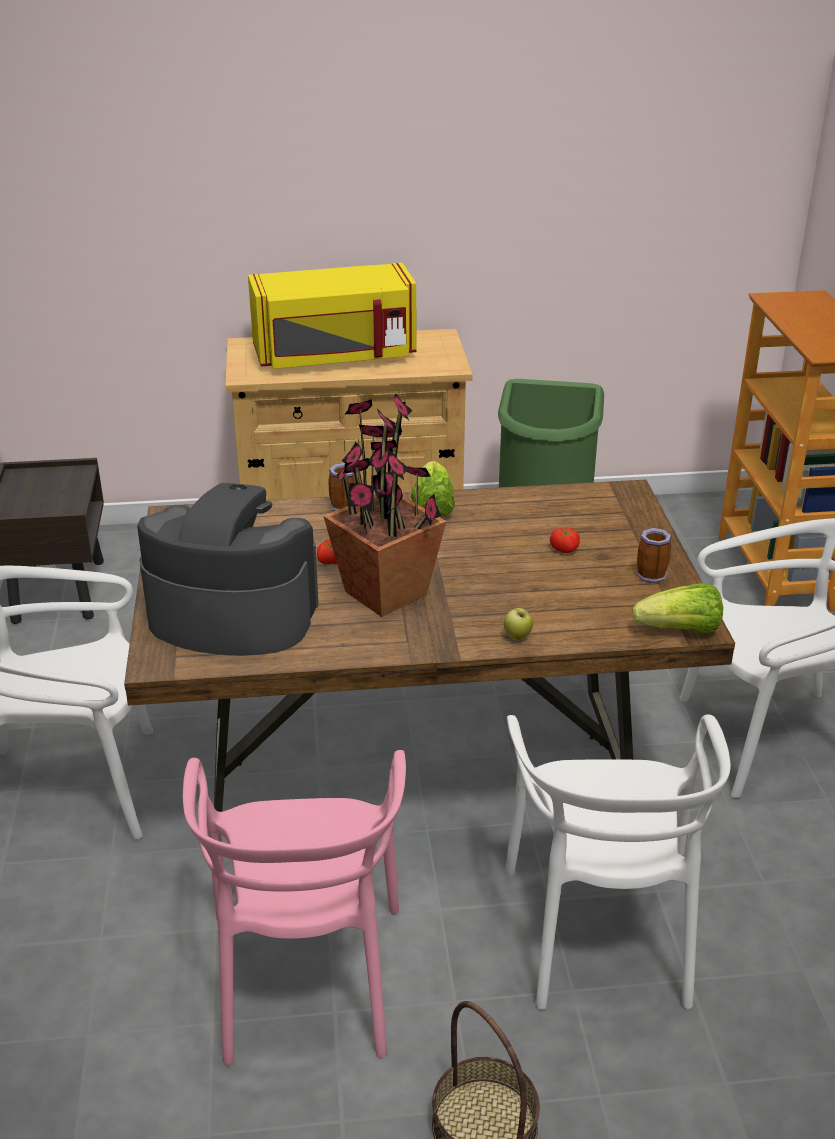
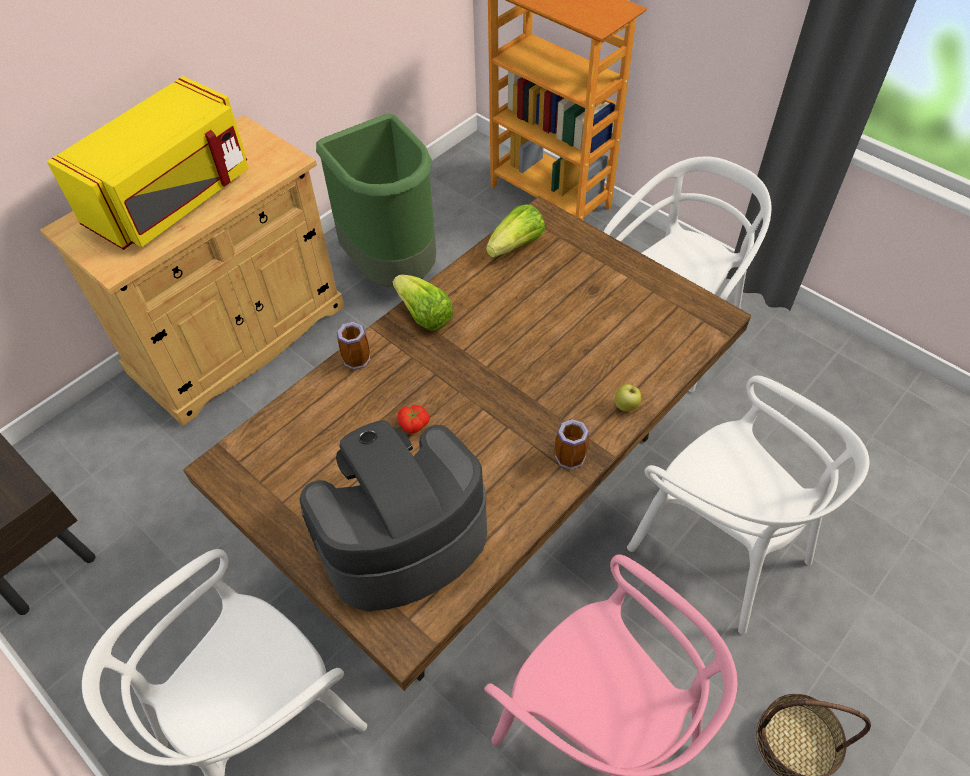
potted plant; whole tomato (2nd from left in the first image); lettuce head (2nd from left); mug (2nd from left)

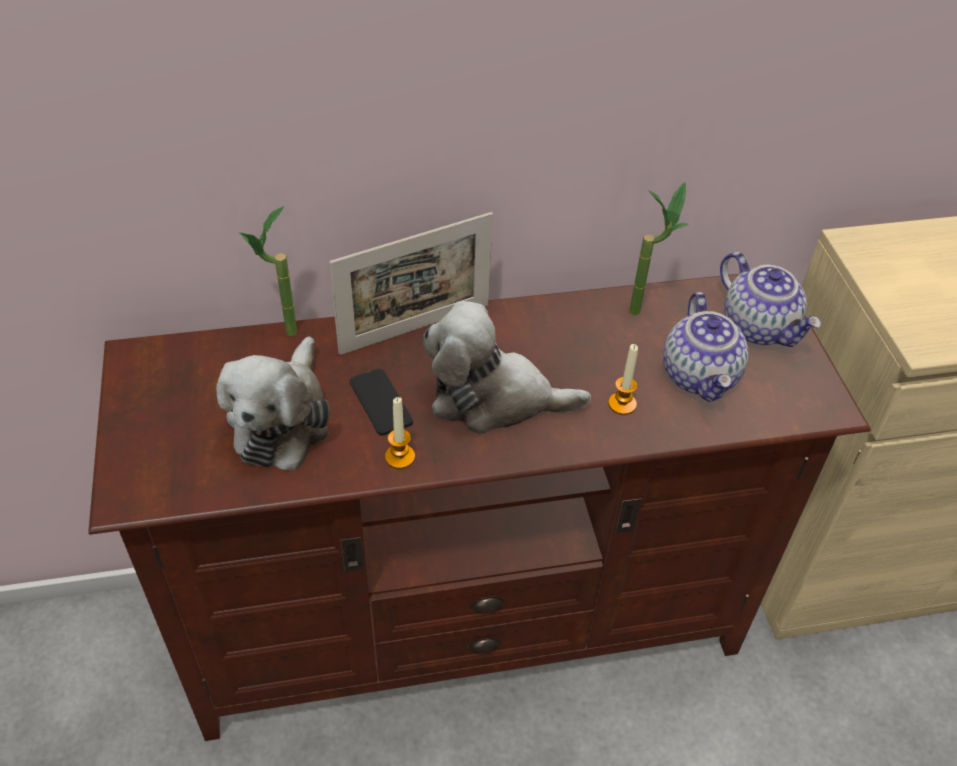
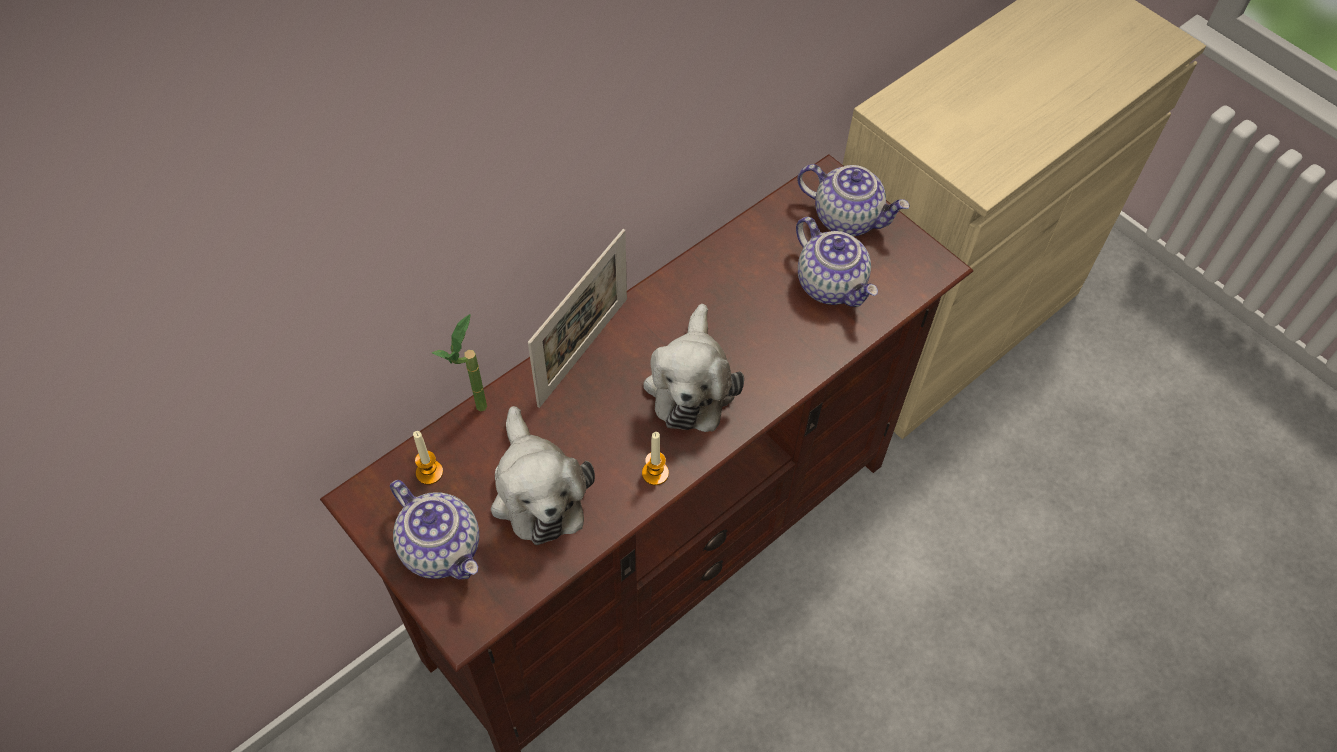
phone; plush toy (2nd from left); candle (1st from left); potted plant (2nd from left in the first image); teapot (1st from left)

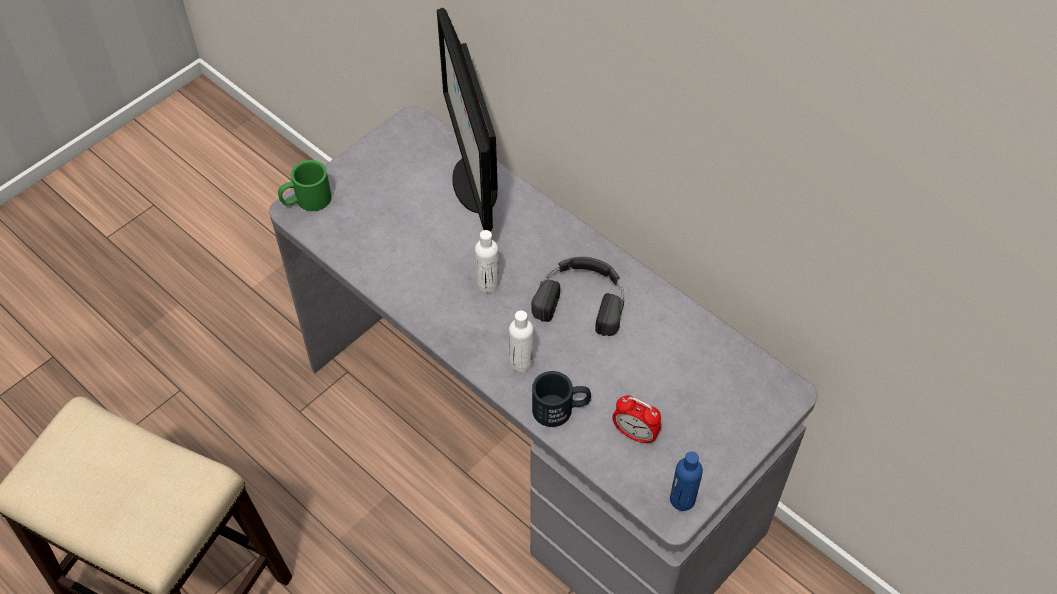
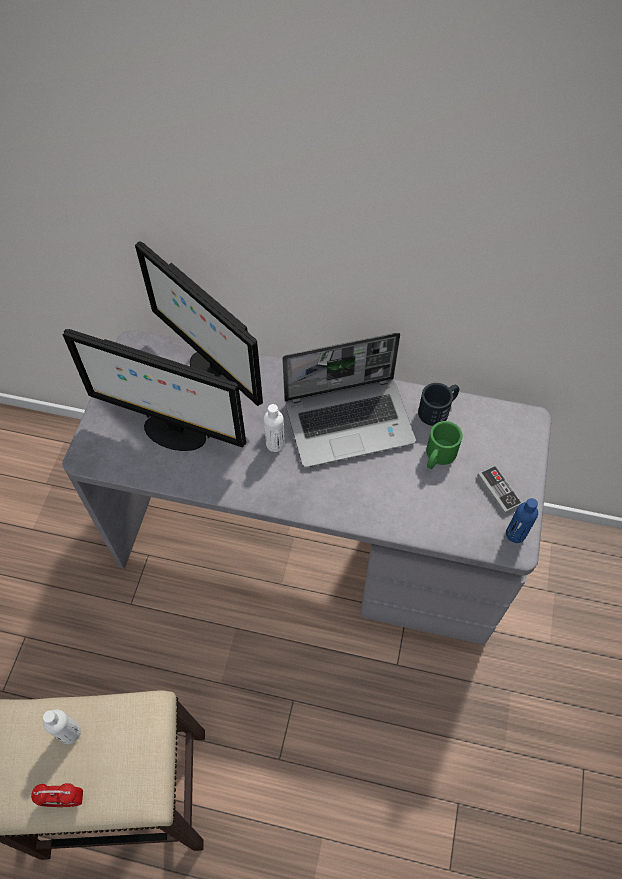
mug in green; beverage bottle in white-coloured (1st from left); notebook computer; mug in black; alarm clock; monitor (1st from left); gamepad

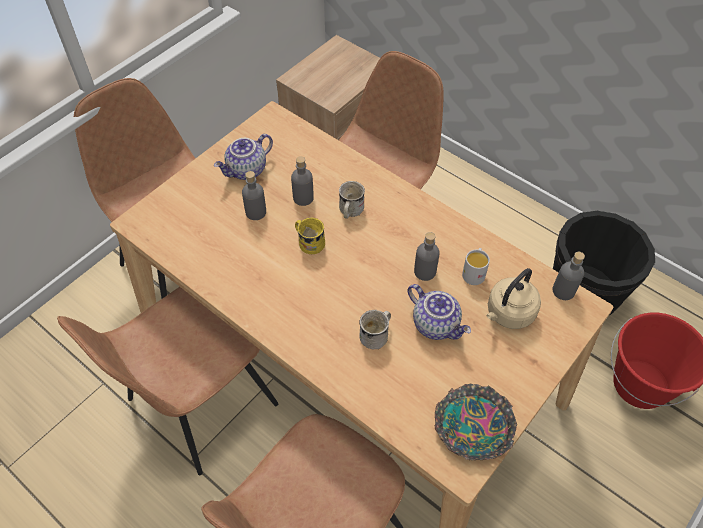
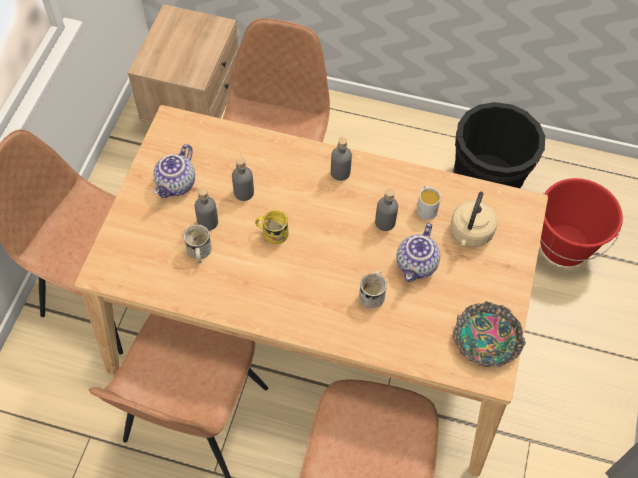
mug in white-coloured (1st from left); teapot (2nd from left); beverage bottle in greyish (3rd from left)

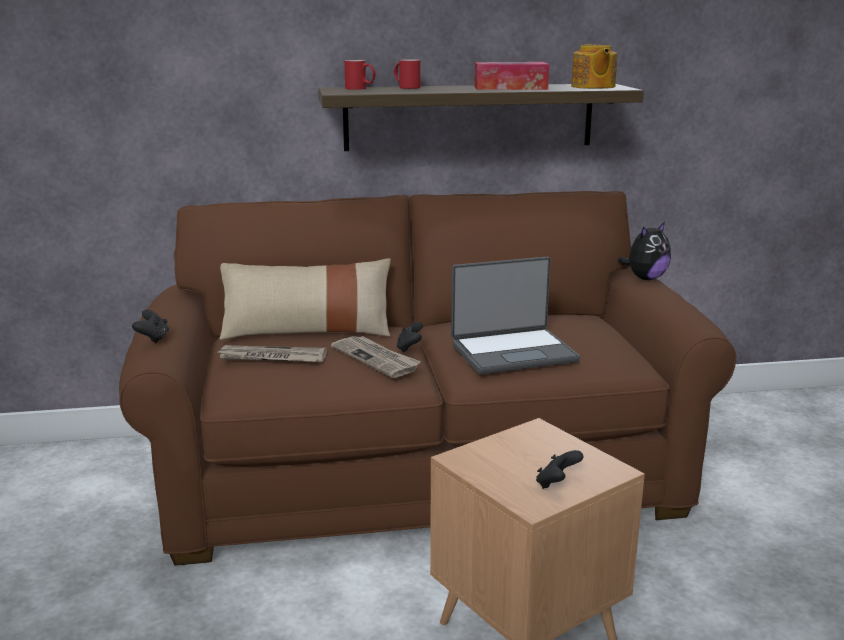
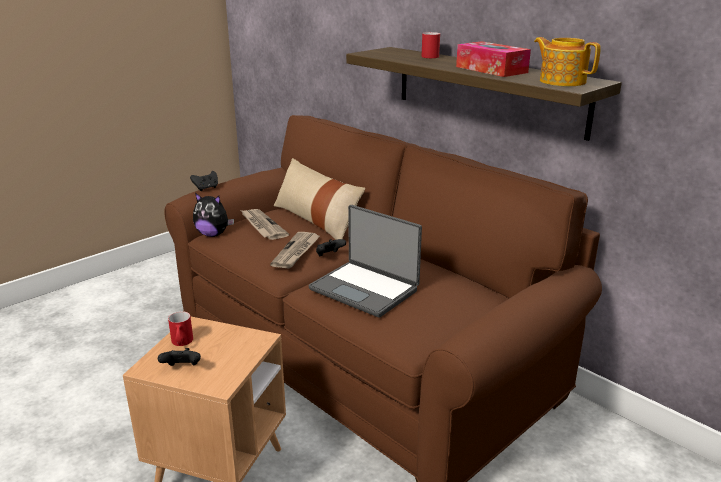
mug in reddish (1st from left); teapot; plush toy

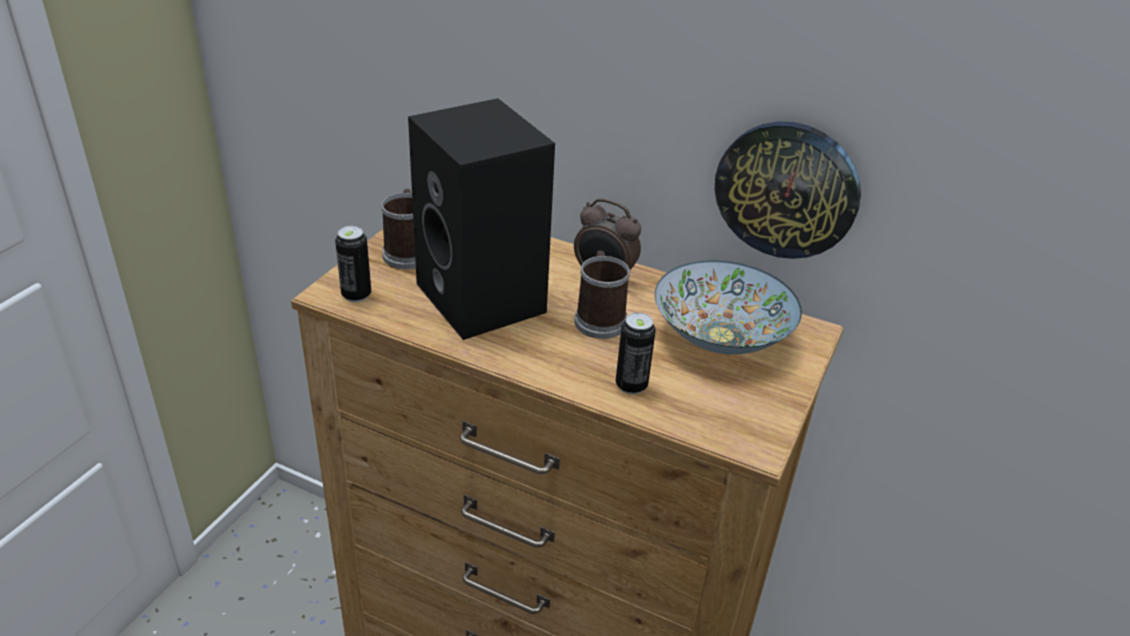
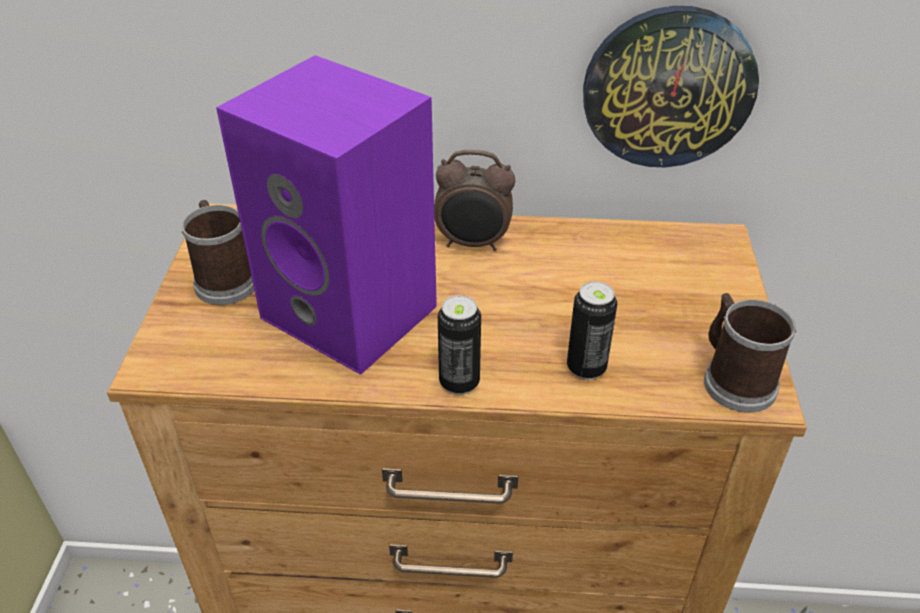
metal can (1st from left); loudspeaker in purple; mug (2nd from left); bowl

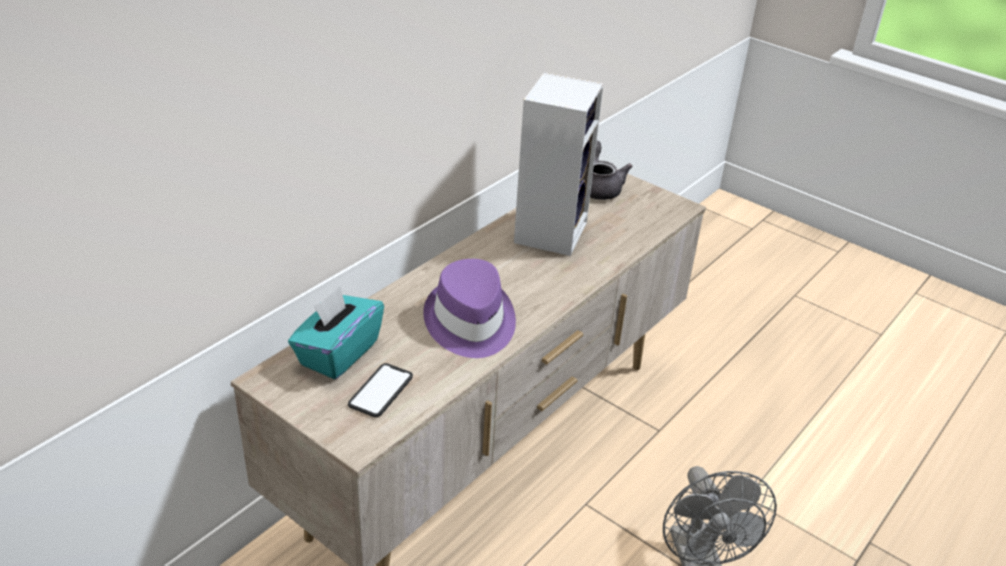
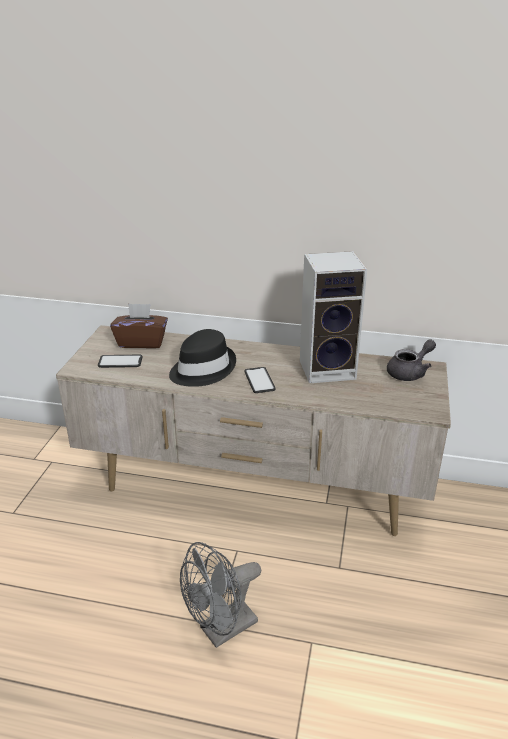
box of tissues in brown; clothing hat in black; phone (2nd from left)

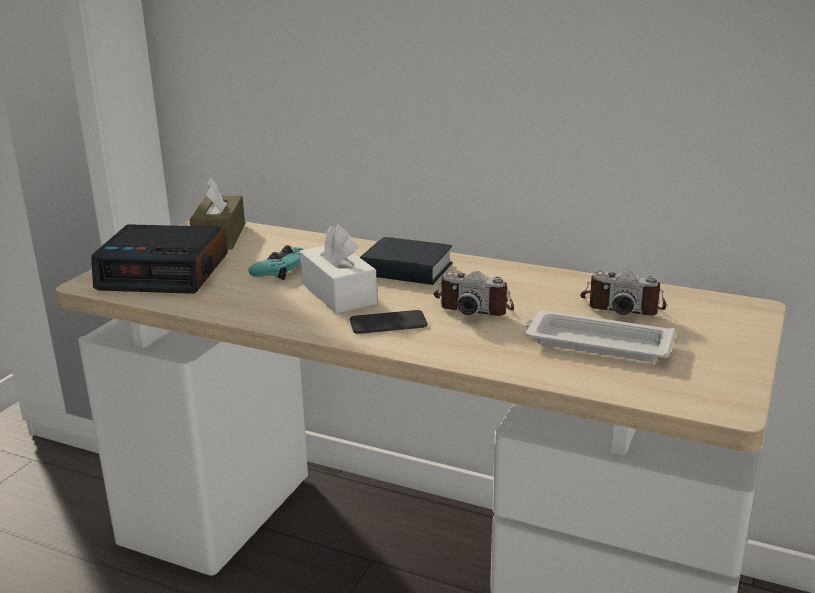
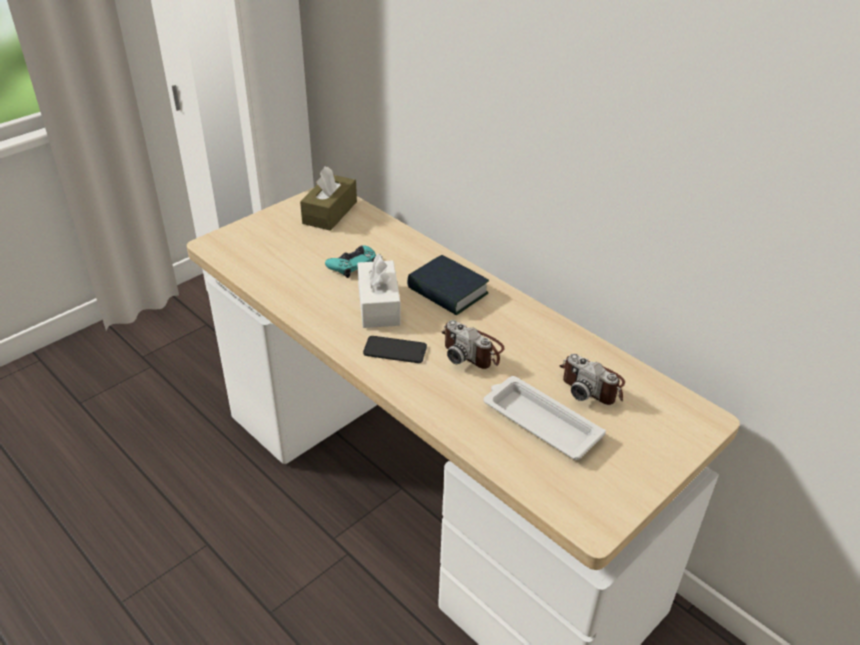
alarm clock

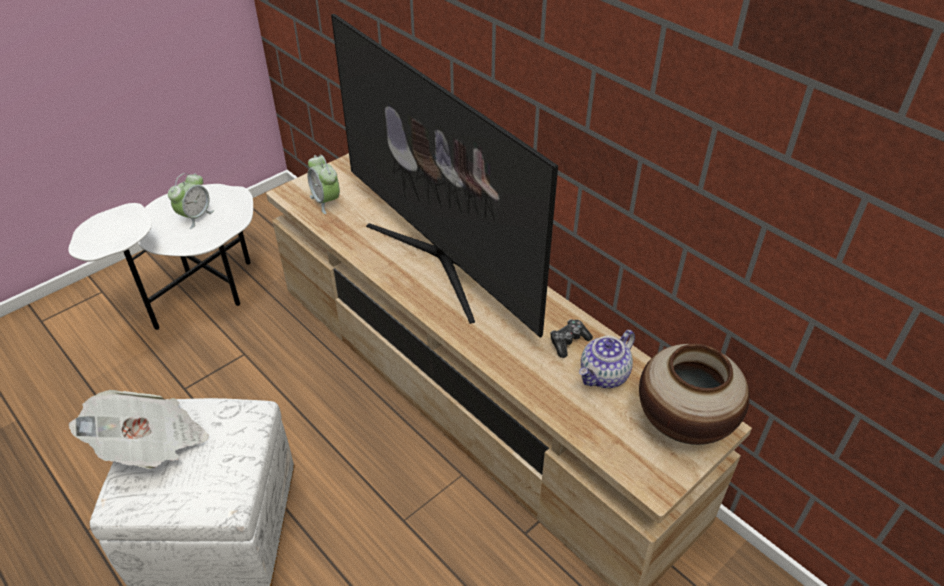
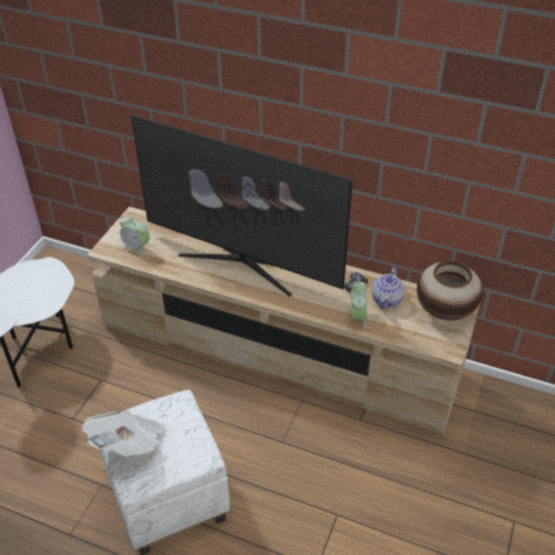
alarm clock (2nd from left)

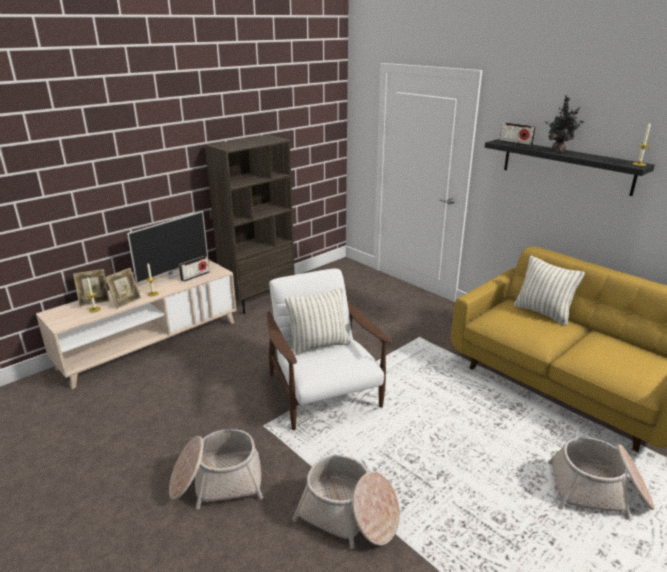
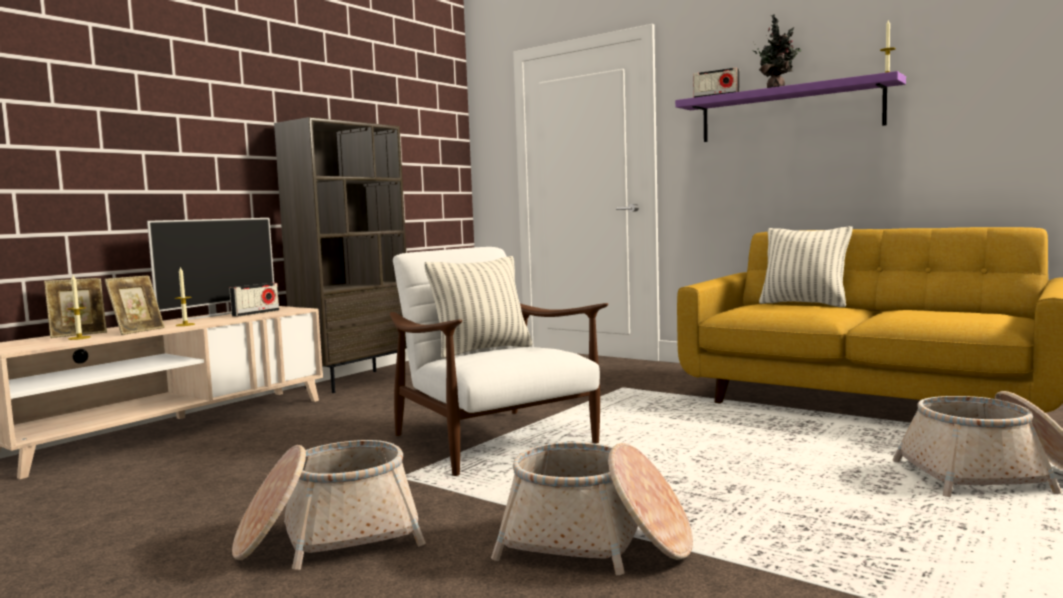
wall shelf in purple

